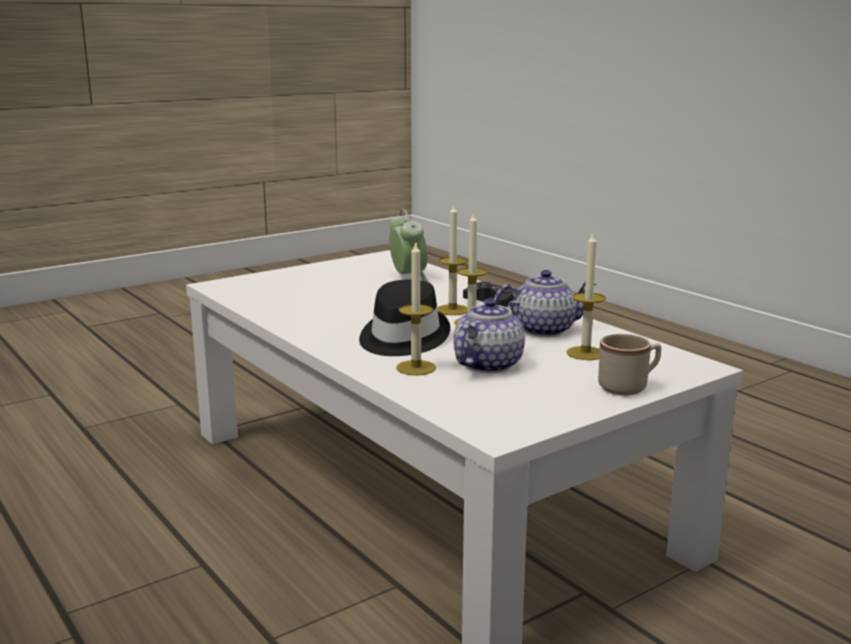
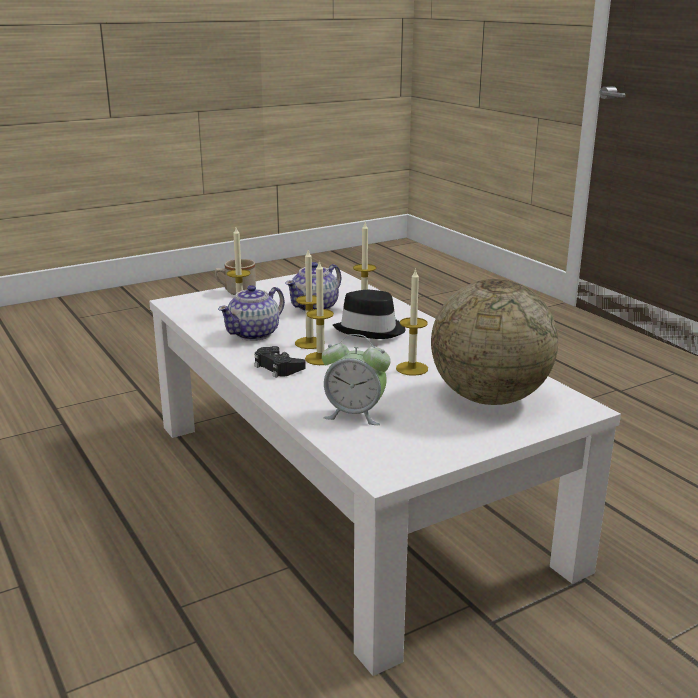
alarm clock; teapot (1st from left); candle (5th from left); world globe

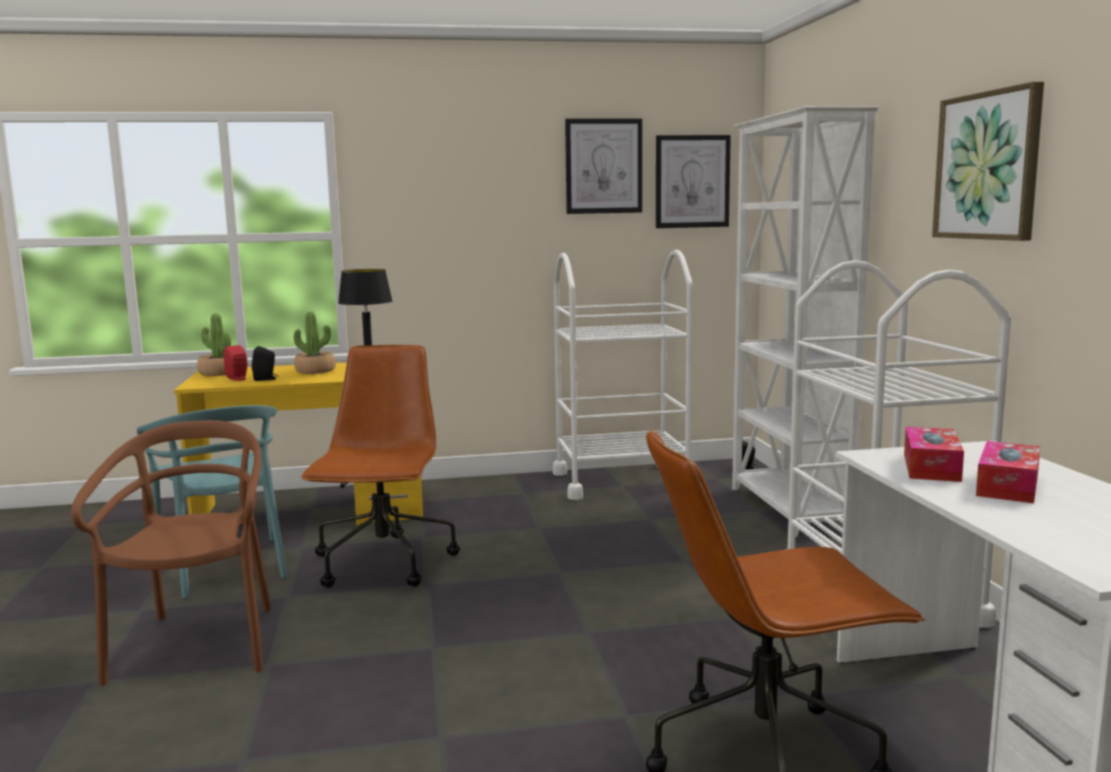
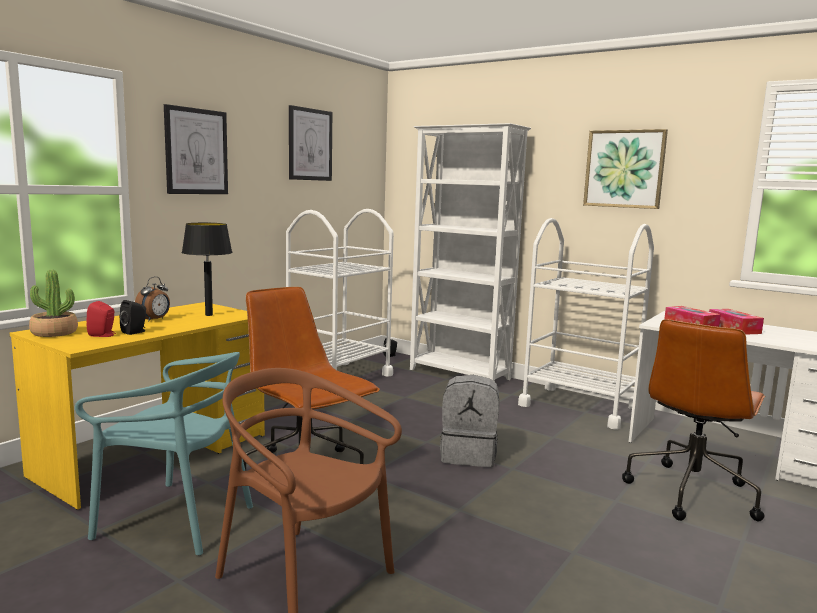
alarm clock; wall picture (1st from left); backpack in greyish

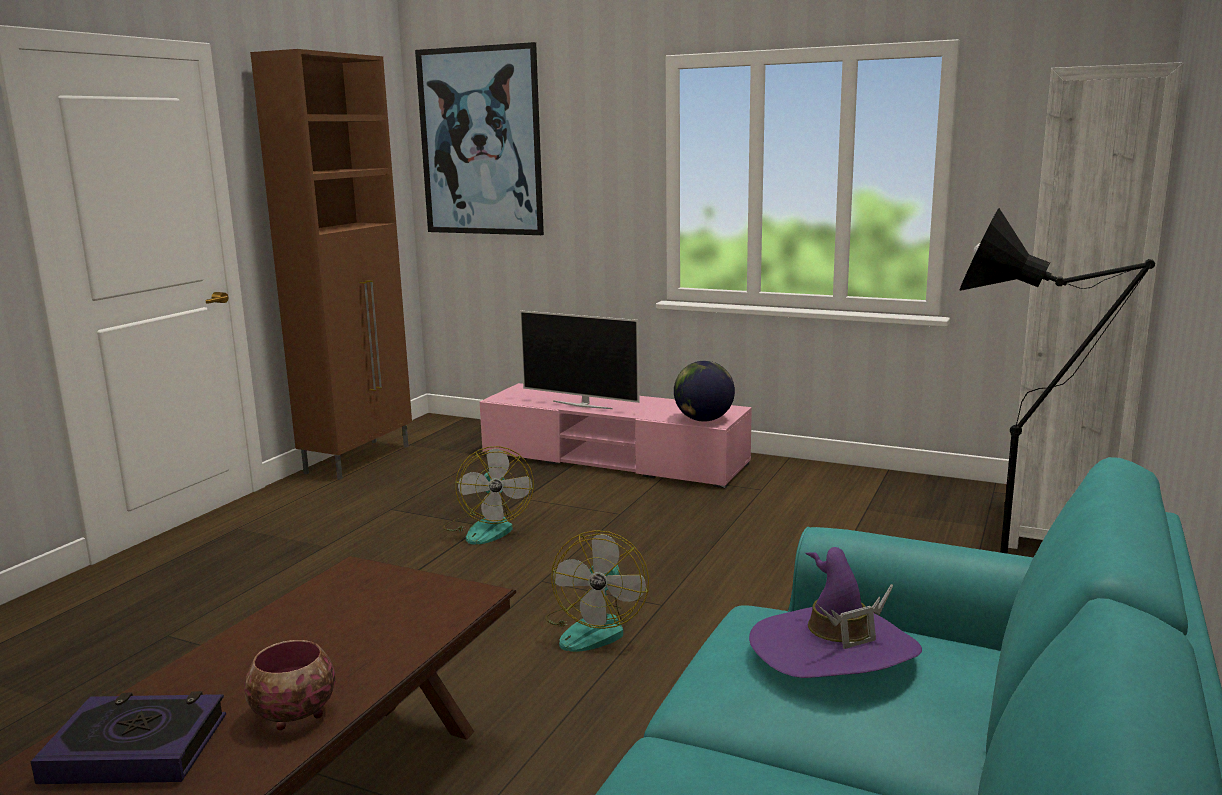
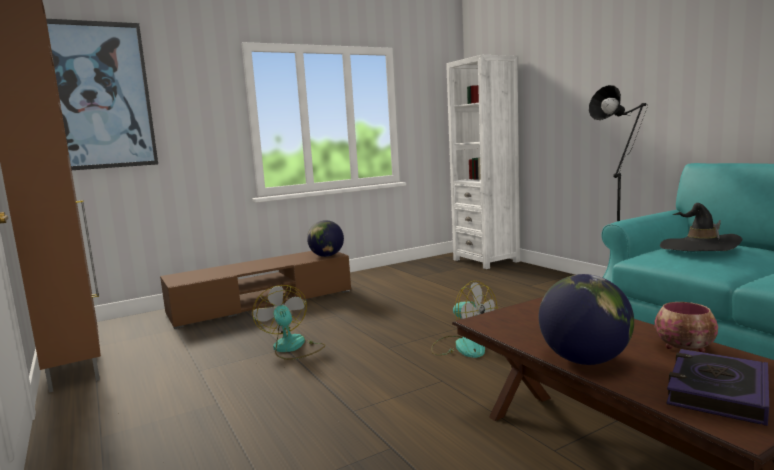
fan (1st from left); media console in brown; television; clothing hat in black; world globe (2nd from left)

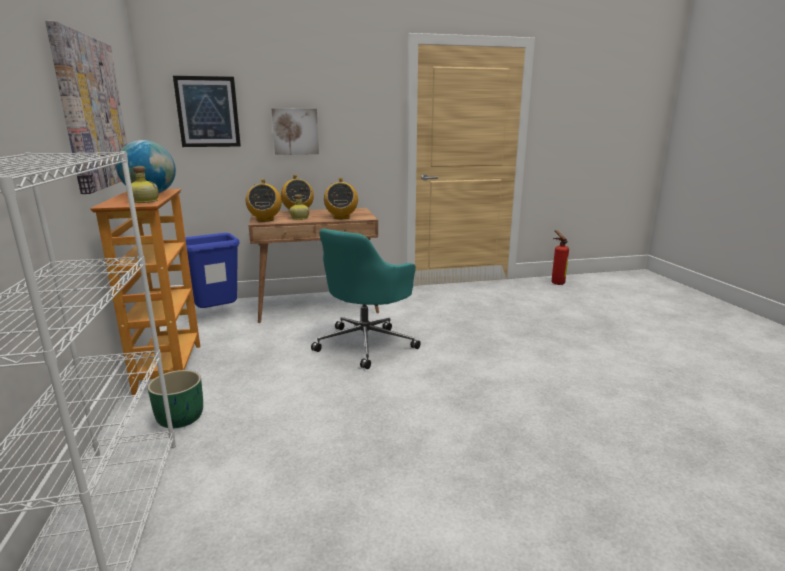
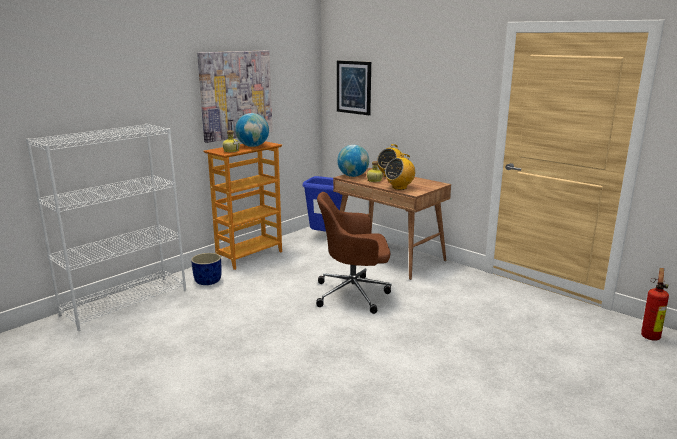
flower pot in blue; world globe (2nd from left); wall picture (3rd from left in the first image); desk chair in brown

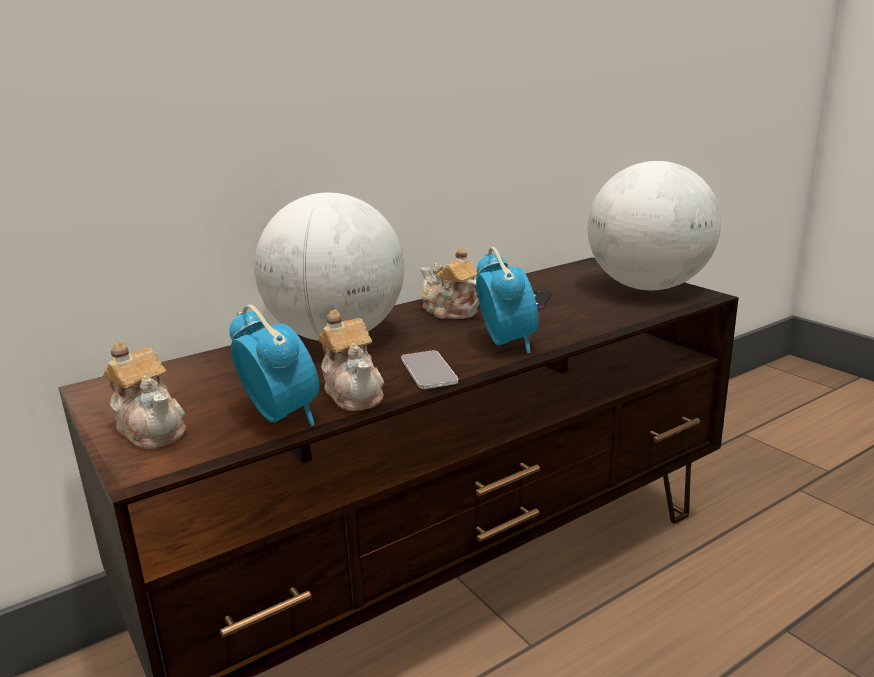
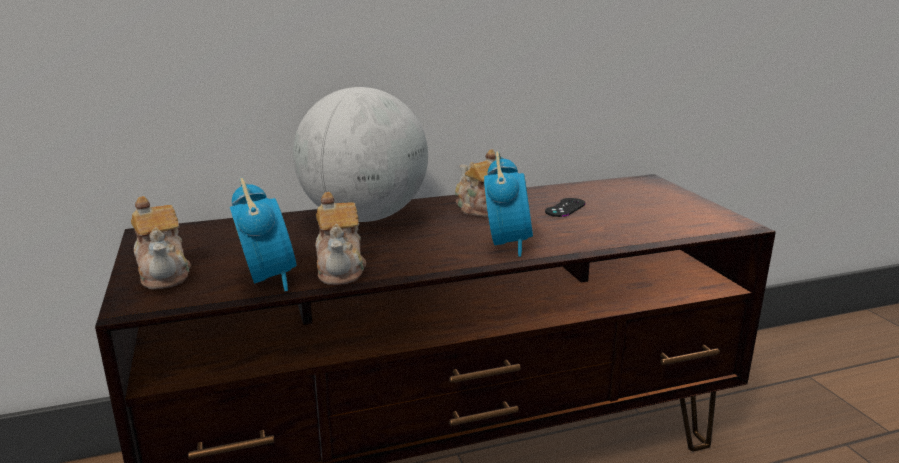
phone; world globe (2nd from left in the first image)

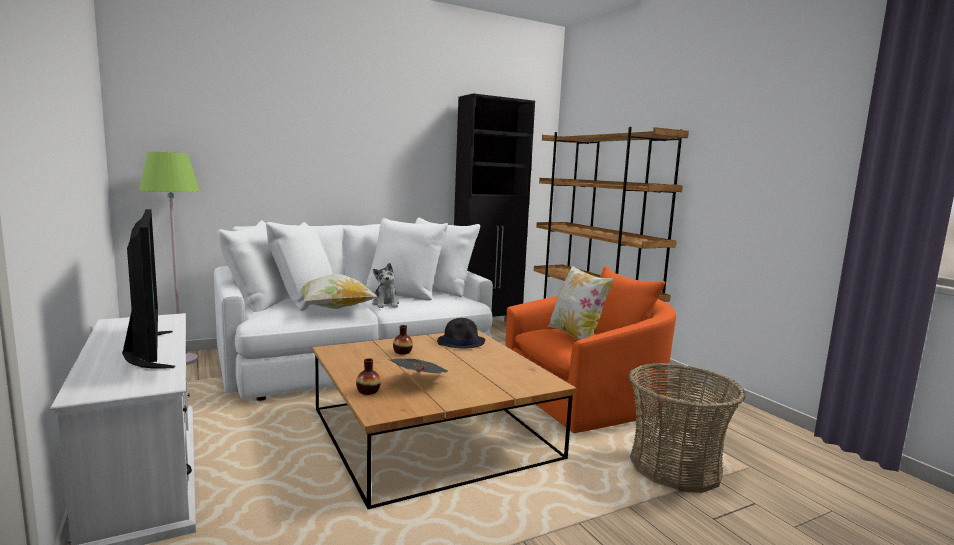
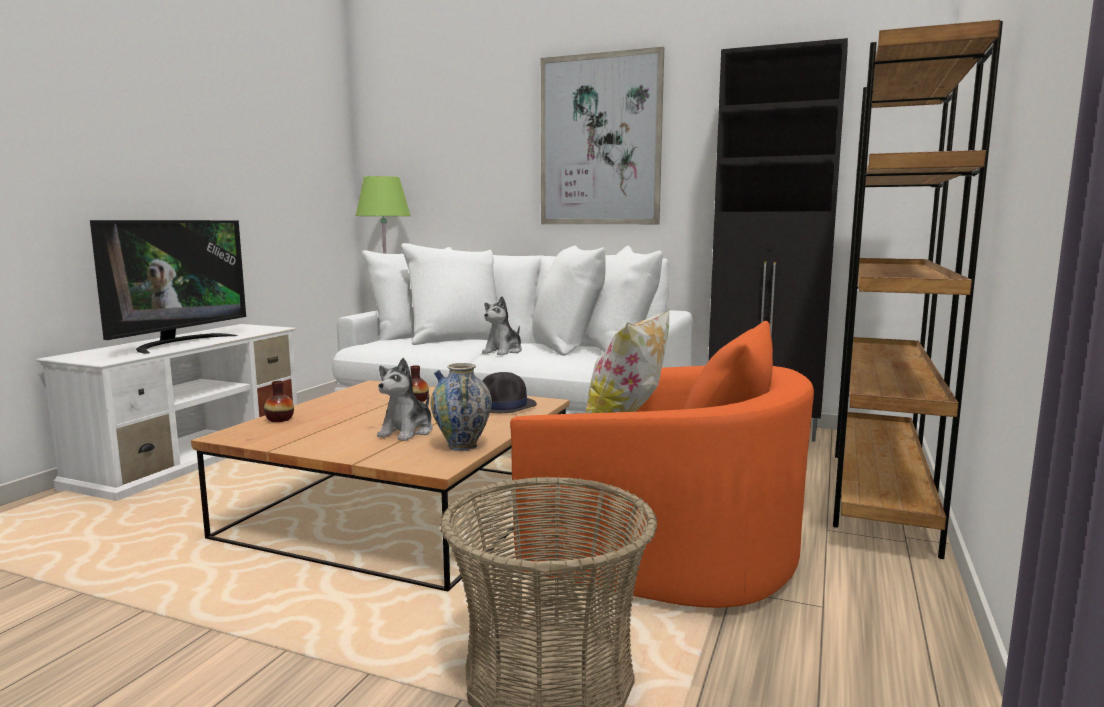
throw pillow (1st from left in the first image); daily paper; plush toy (1st from left); flower vase (3rd from left); wall picture

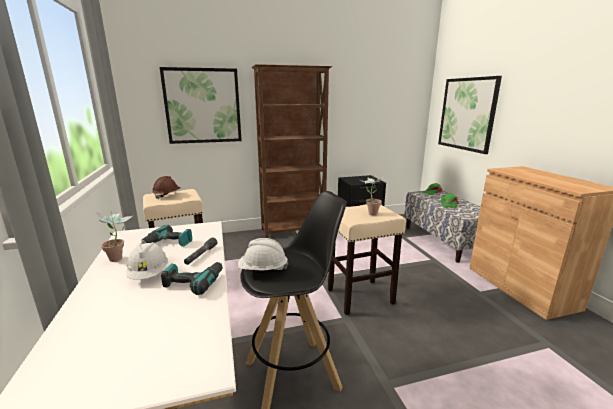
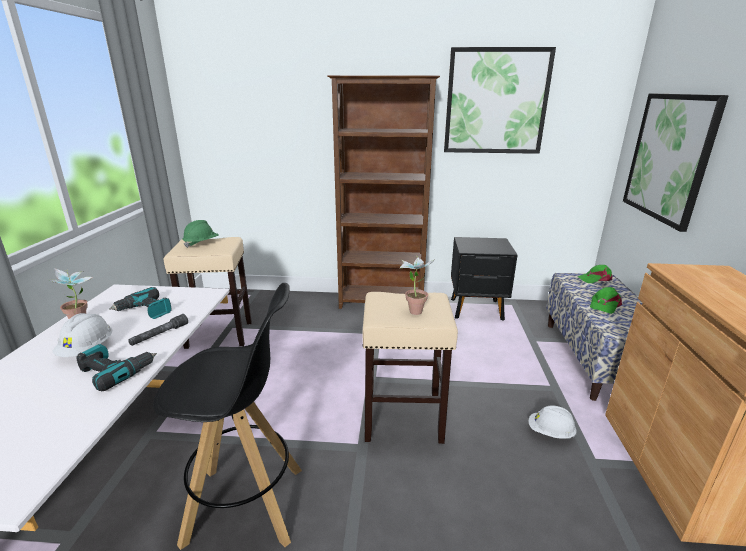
safety helmet in green; wall picture (1st from left); safety helmet in white-coloured (2nd from left)

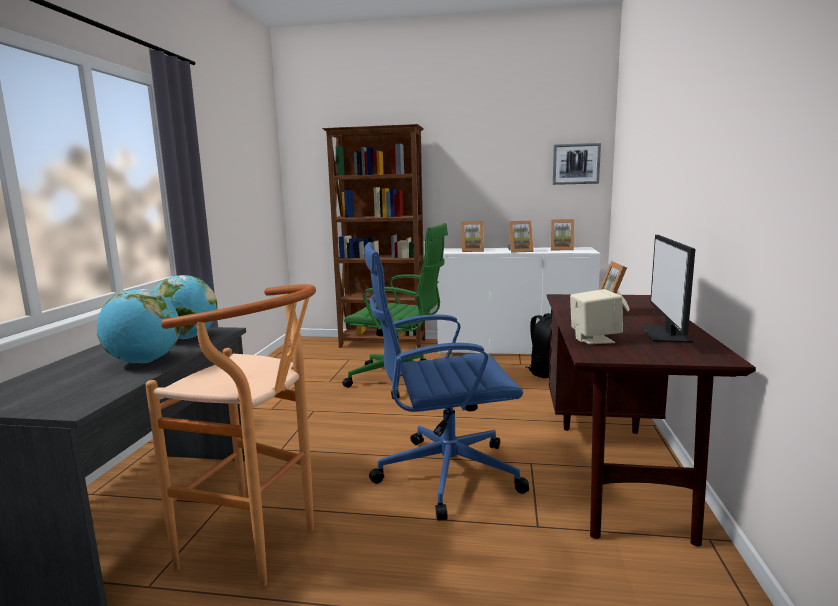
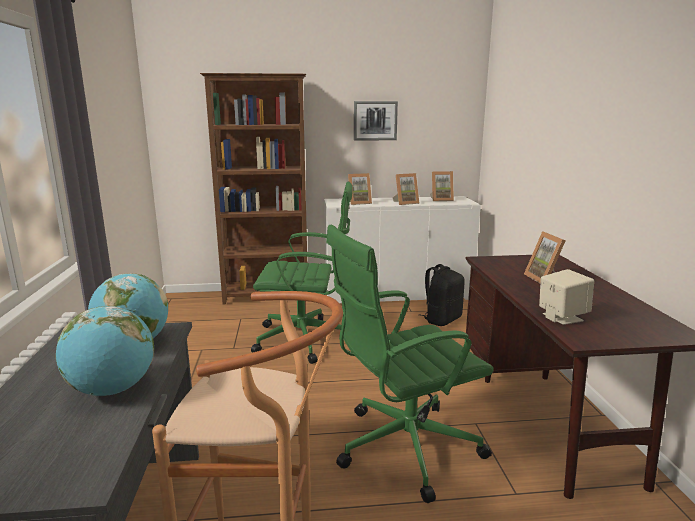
desk chair in green (2nd from left); wall picture; monitor

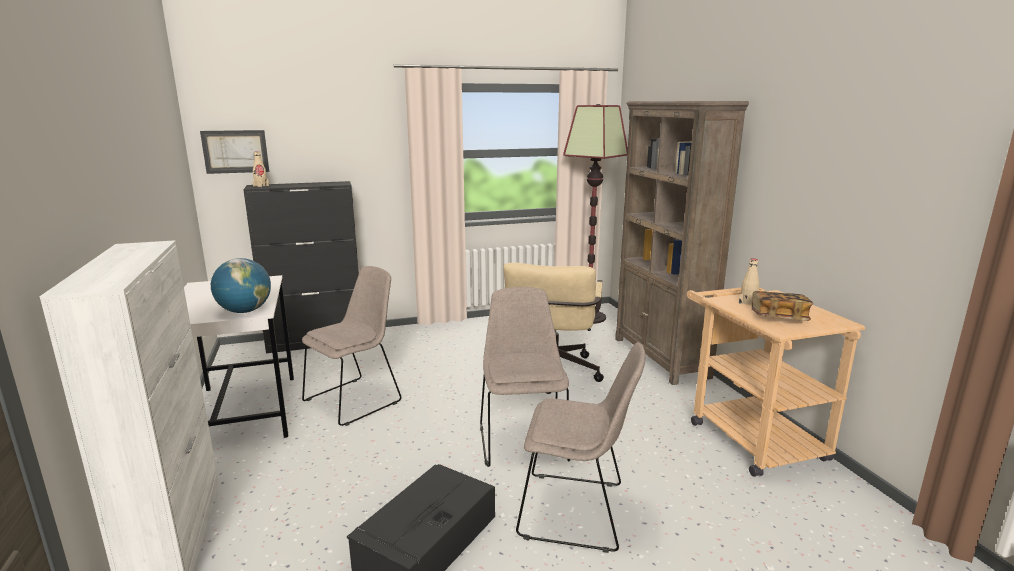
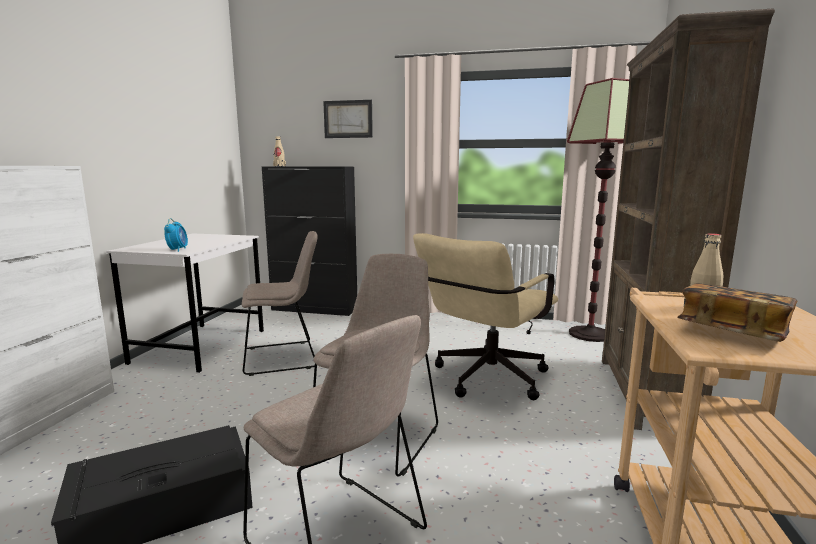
wall picture; alarm clock

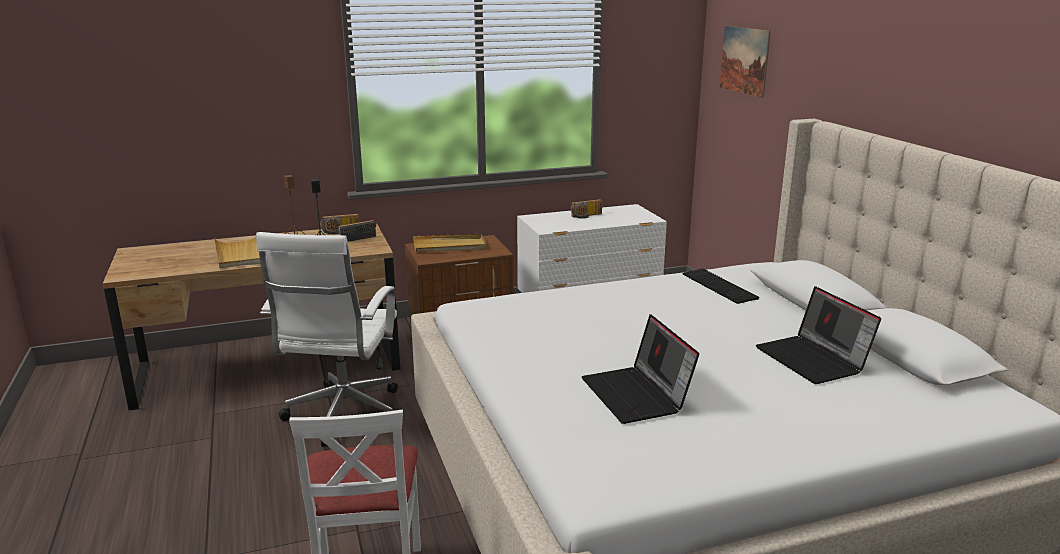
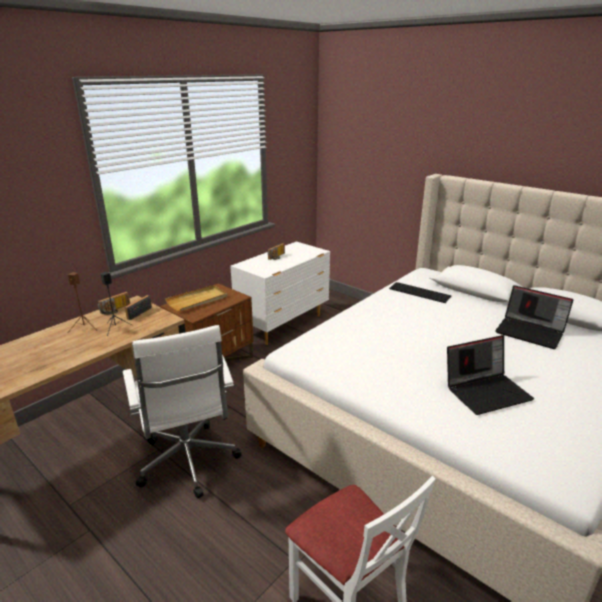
carrying tray in beige (1st from left in the first image); notebook computer (1st from left); wall picture

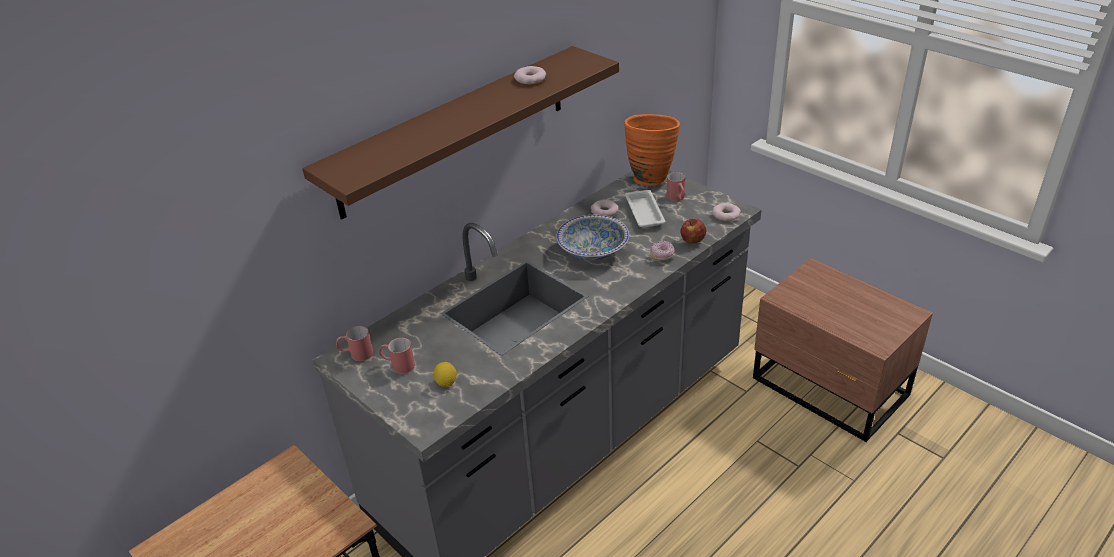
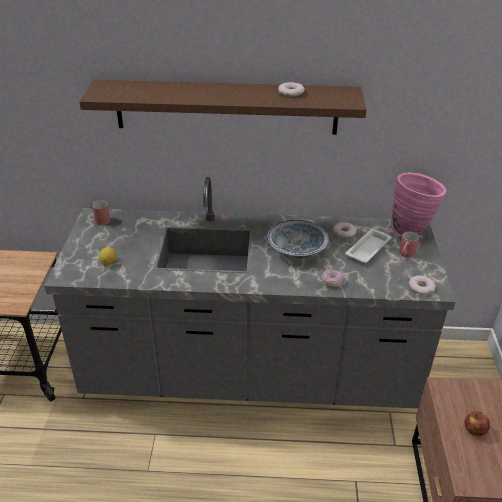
mug in reddish (2nd from left in the first image); flower vase in pink; whole apple

